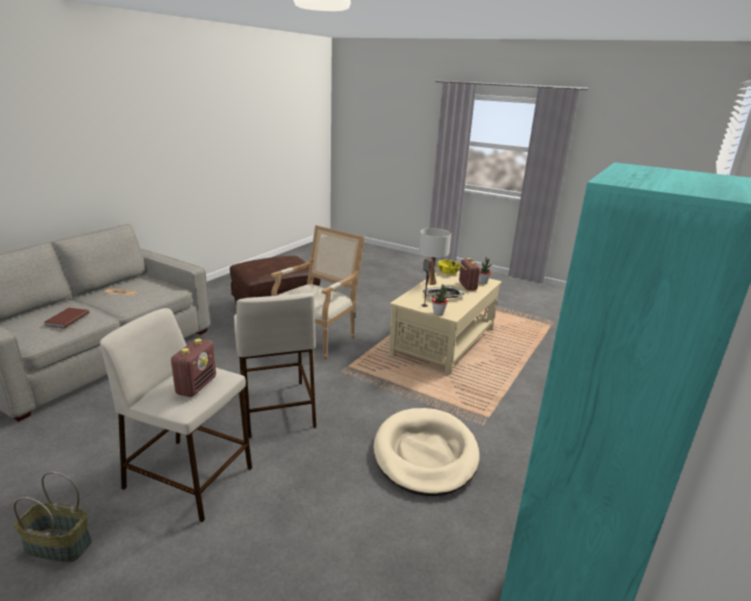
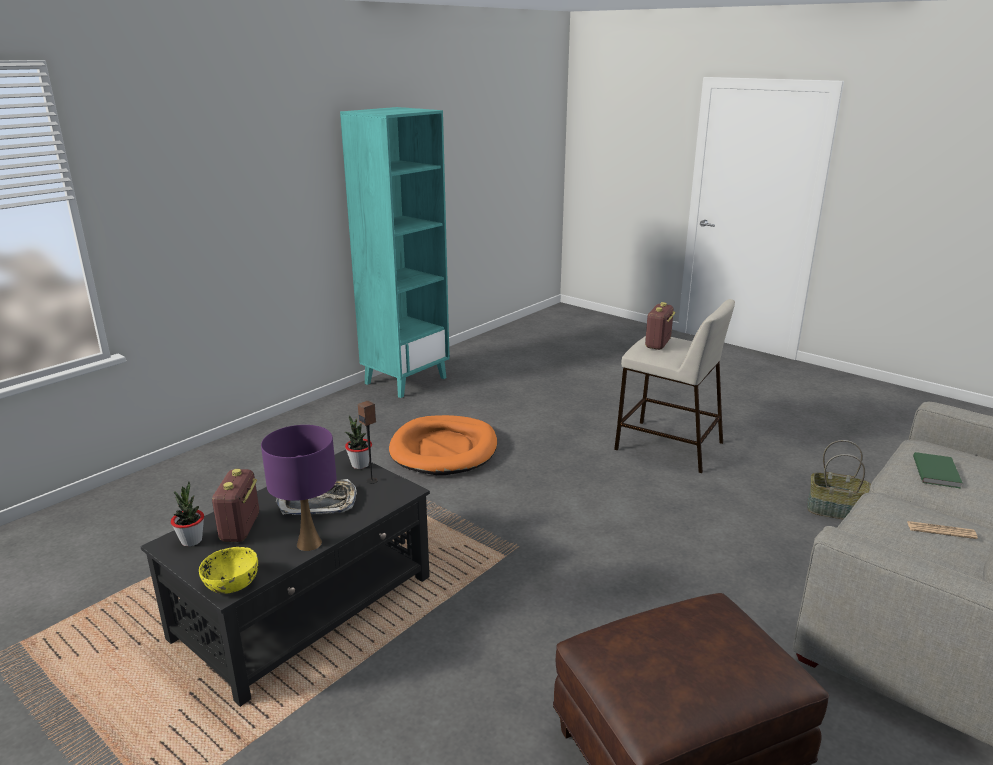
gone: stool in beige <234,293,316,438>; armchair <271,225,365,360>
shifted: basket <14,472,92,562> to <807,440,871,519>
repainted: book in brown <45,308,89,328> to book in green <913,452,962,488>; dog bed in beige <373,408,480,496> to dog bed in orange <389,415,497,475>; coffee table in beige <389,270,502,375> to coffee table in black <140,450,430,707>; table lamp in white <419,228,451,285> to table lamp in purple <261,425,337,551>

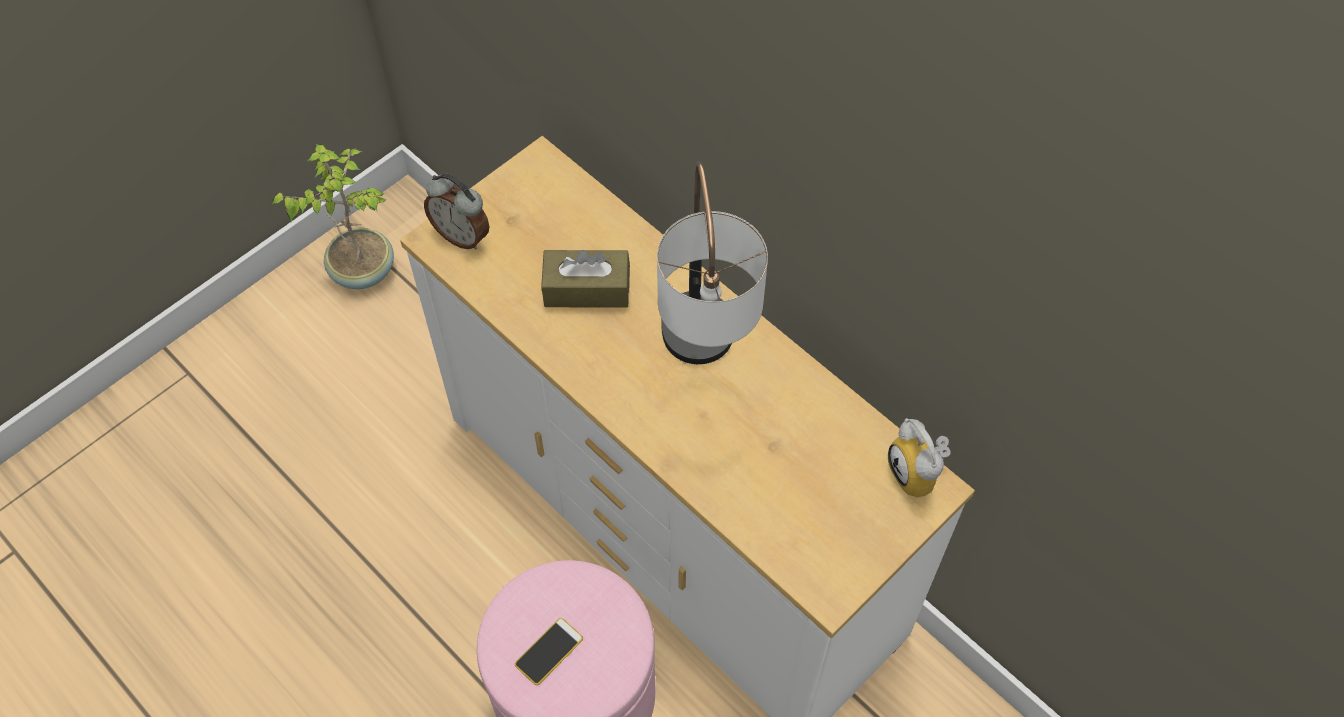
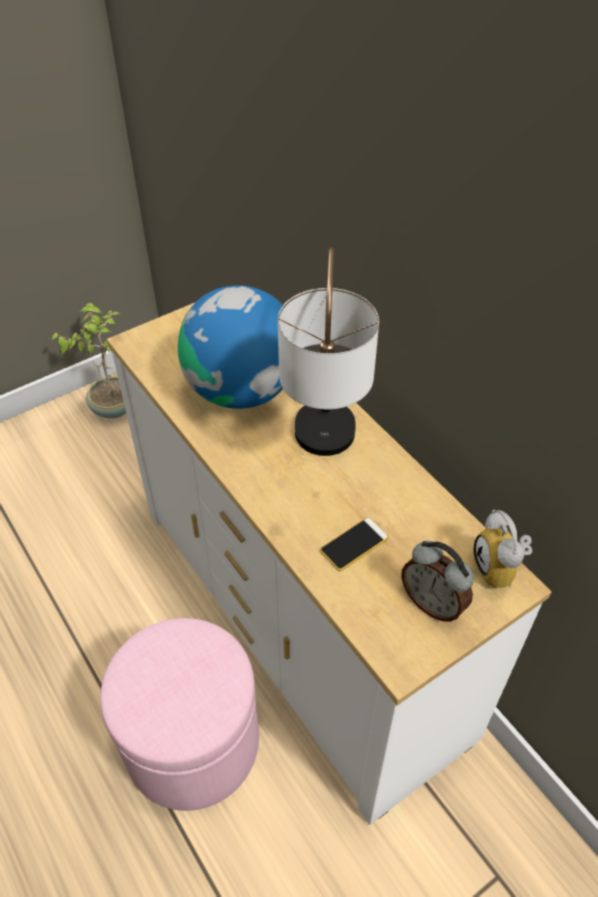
shifted: alarm clock <424,174,489,250> to <401,541,474,622>; phone <515,618,583,685> to <320,517,389,571>
swapped: tissue box in brown <541,250,630,308> to globe <178,285,283,409>

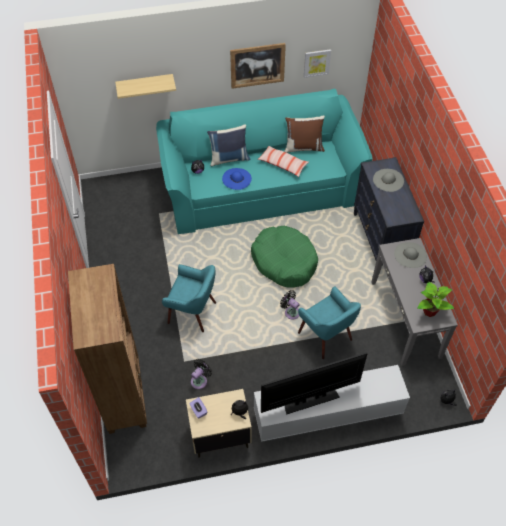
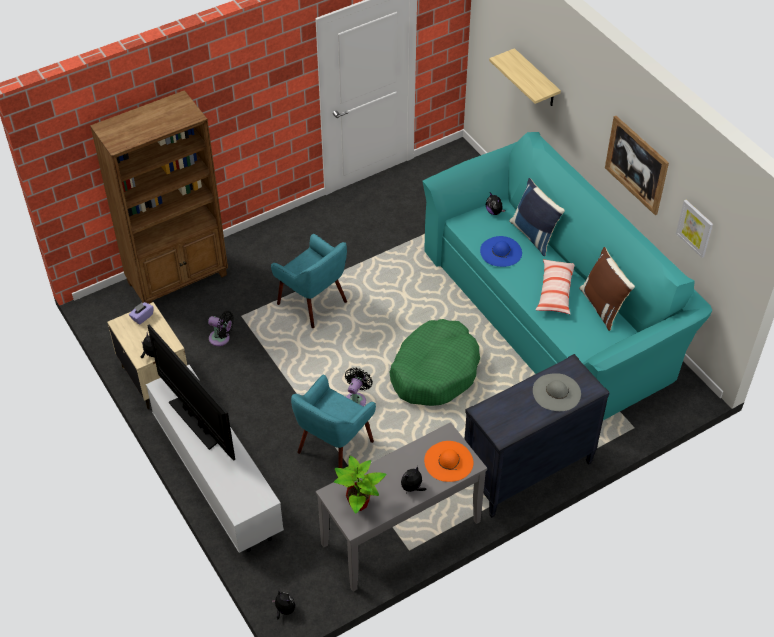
repainted: hat in grey <394,242,427,268> to hat in orange <424,441,473,482>
rotated: armchair in turquoise <162,264,216,332> = <271,234,347,328> 45 degrees counterclockwise

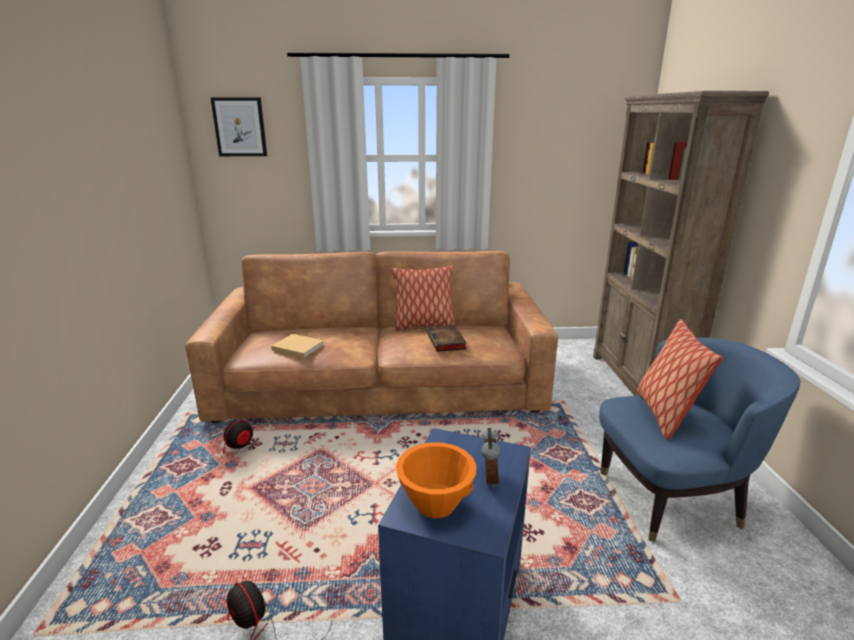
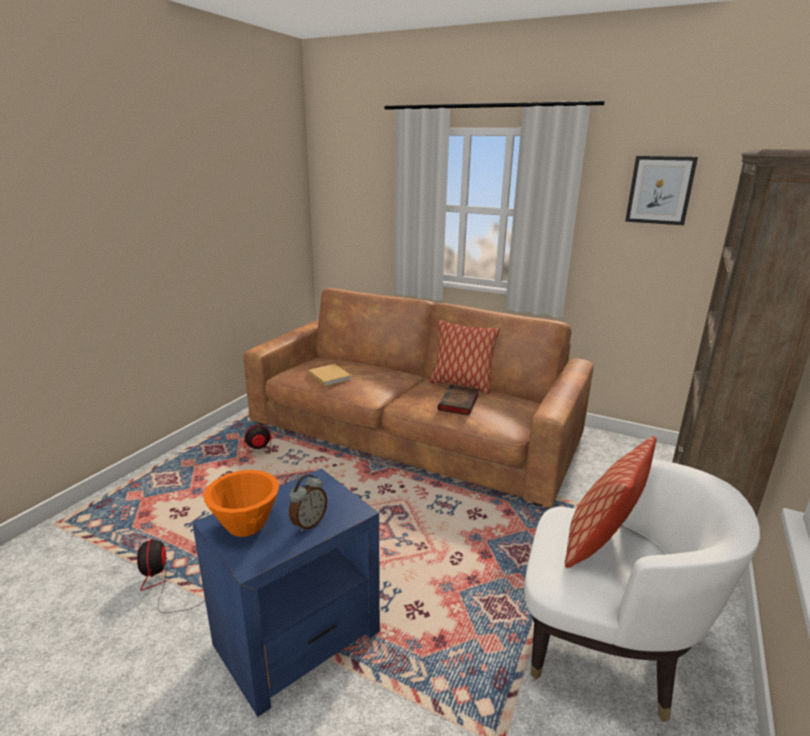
shifted: picture <211,97,267,156> to <625,156,698,225>
repainted: armchair in blue <599,337,800,542> to armchair in white <524,459,760,722>

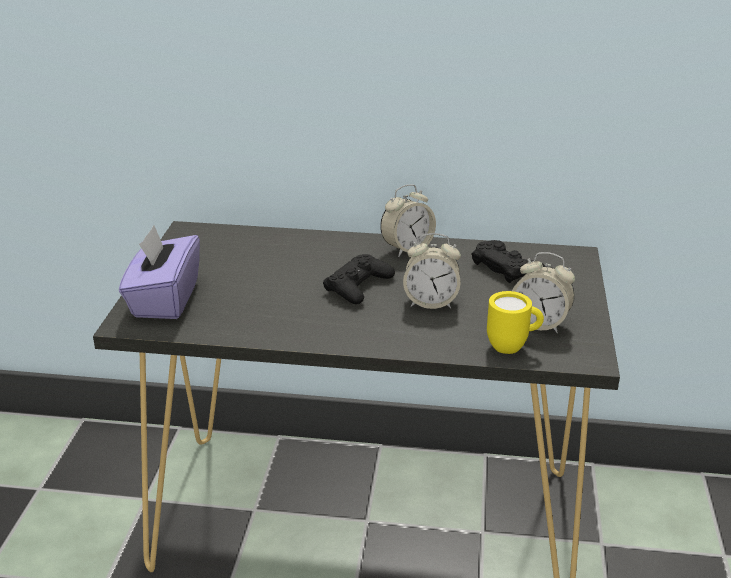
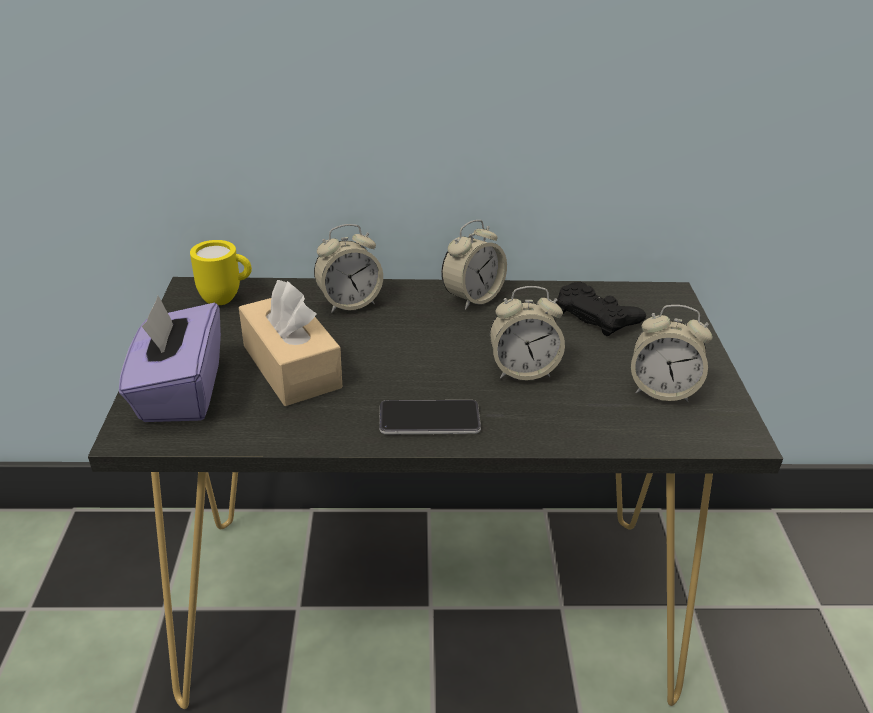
gone: game controller in black <323,254,395,304>
new: tissue box in beige <239,280,342,406>; alarm clock <314,224,383,313>; phone <379,400,481,434>
shifted: mug in yellow <487,291,544,354> to <190,240,252,305>

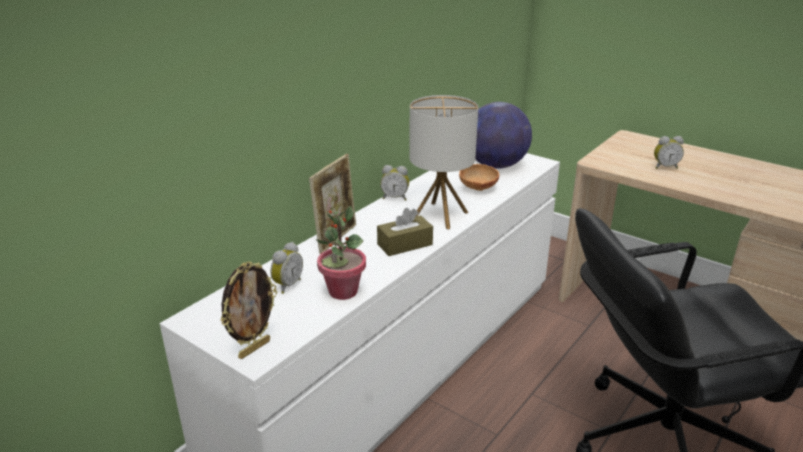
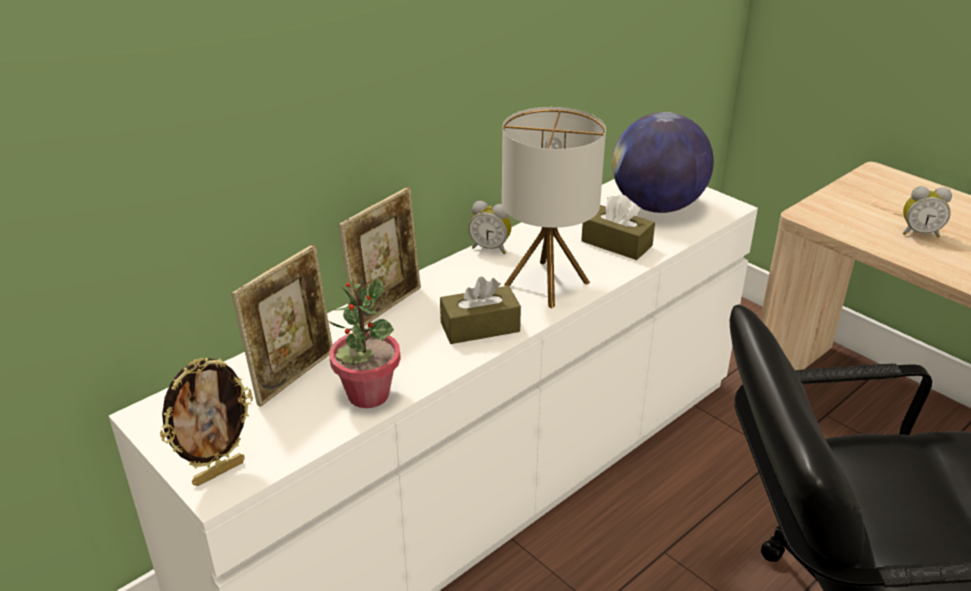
swapped: alarm clock <270,242,303,294> to picture frame <232,244,333,407>; bowl in brown <459,164,499,191> to tissue box in brown <581,194,655,260>

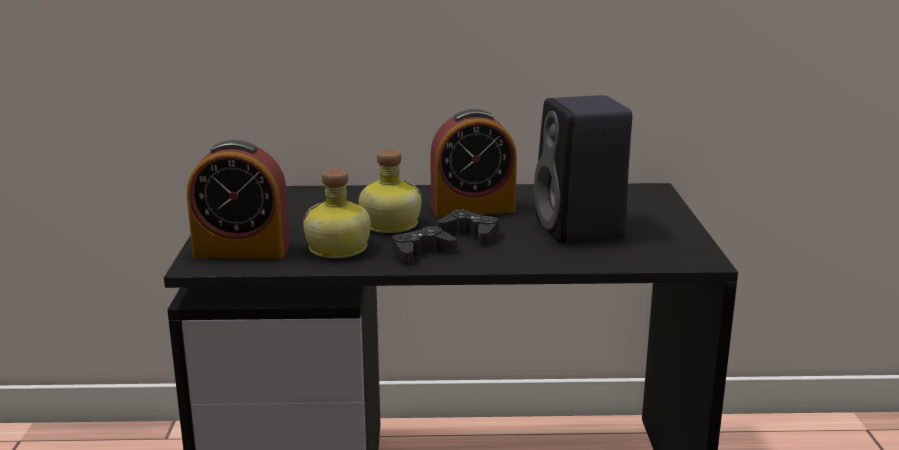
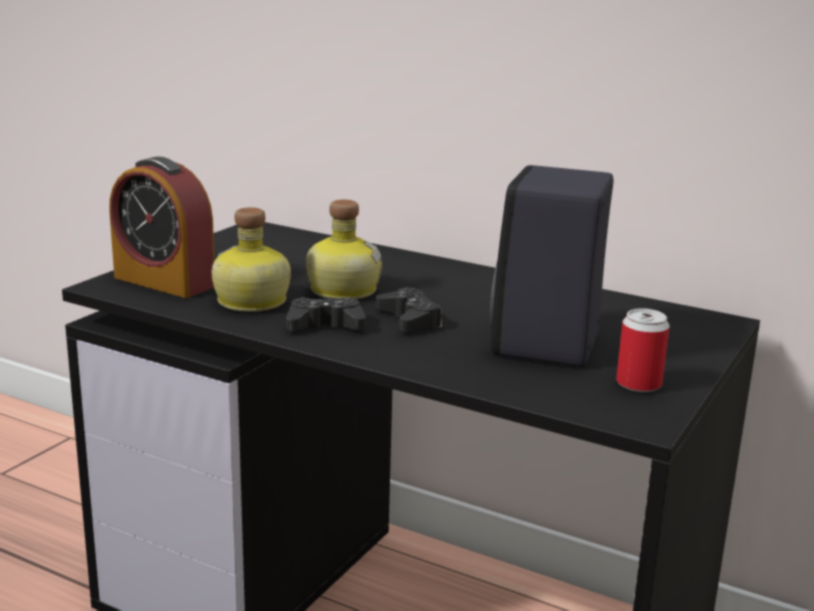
gone: alarm clock <430,109,517,217>
new: can <616,308,670,392>

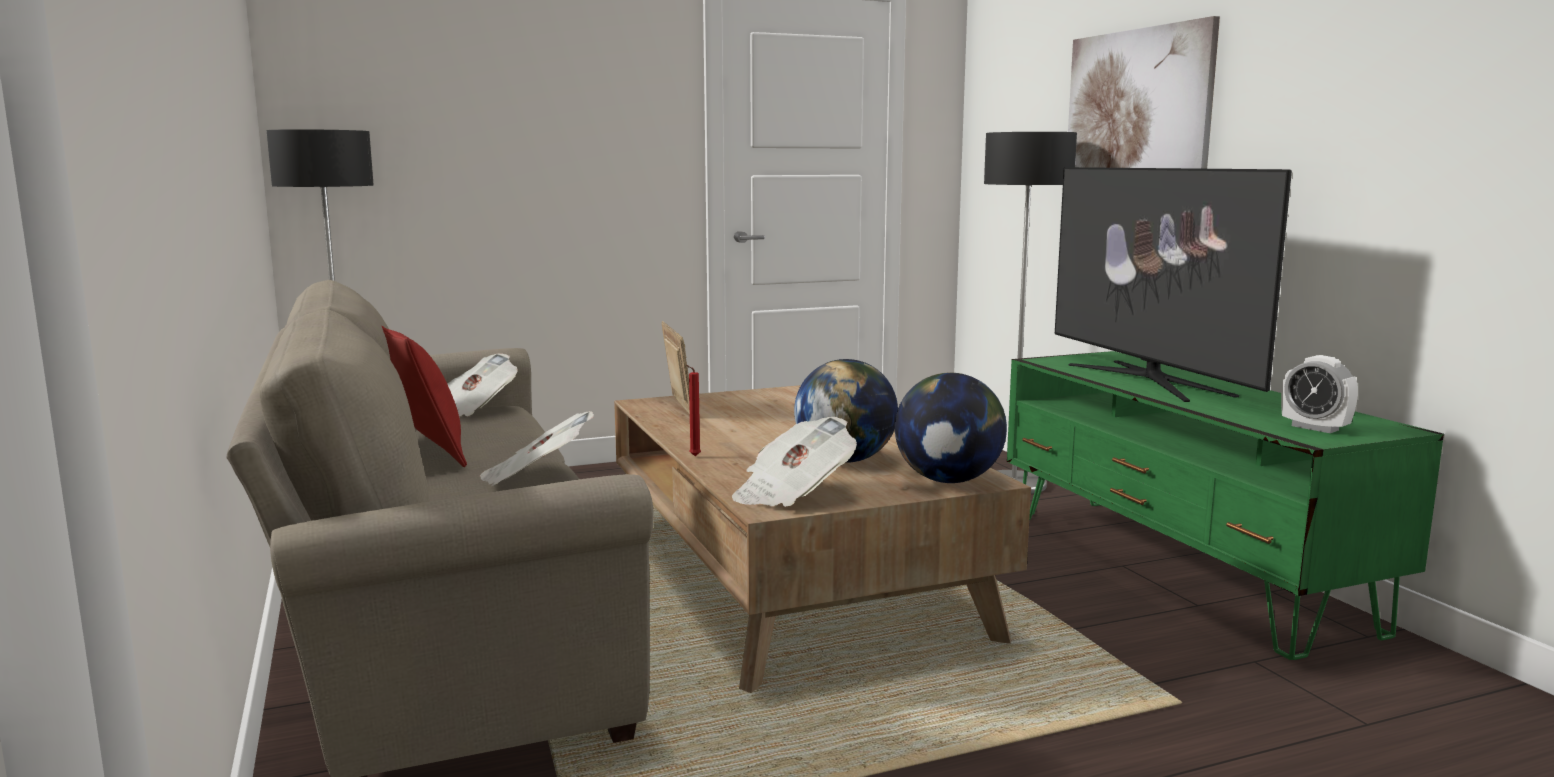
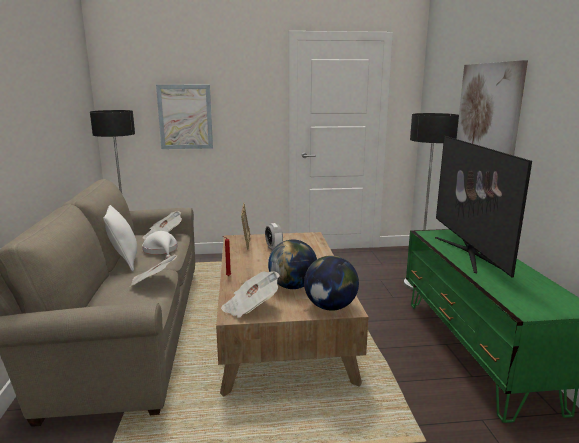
new: hat in white <142,231,178,259>; picture <156,85,213,149>
shifted: alarm clock <1281,355,1358,433> to <265,223,283,251>
repainted: pillow in red <382,326,467,467> to pillow in white <103,205,137,272>

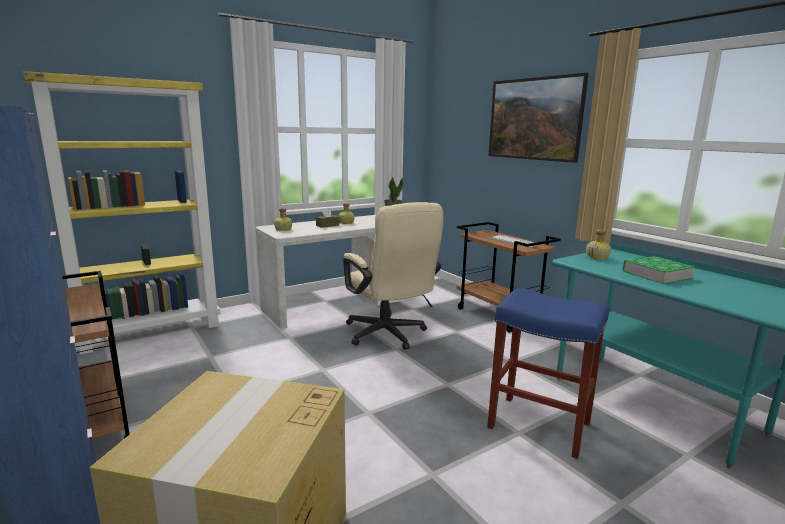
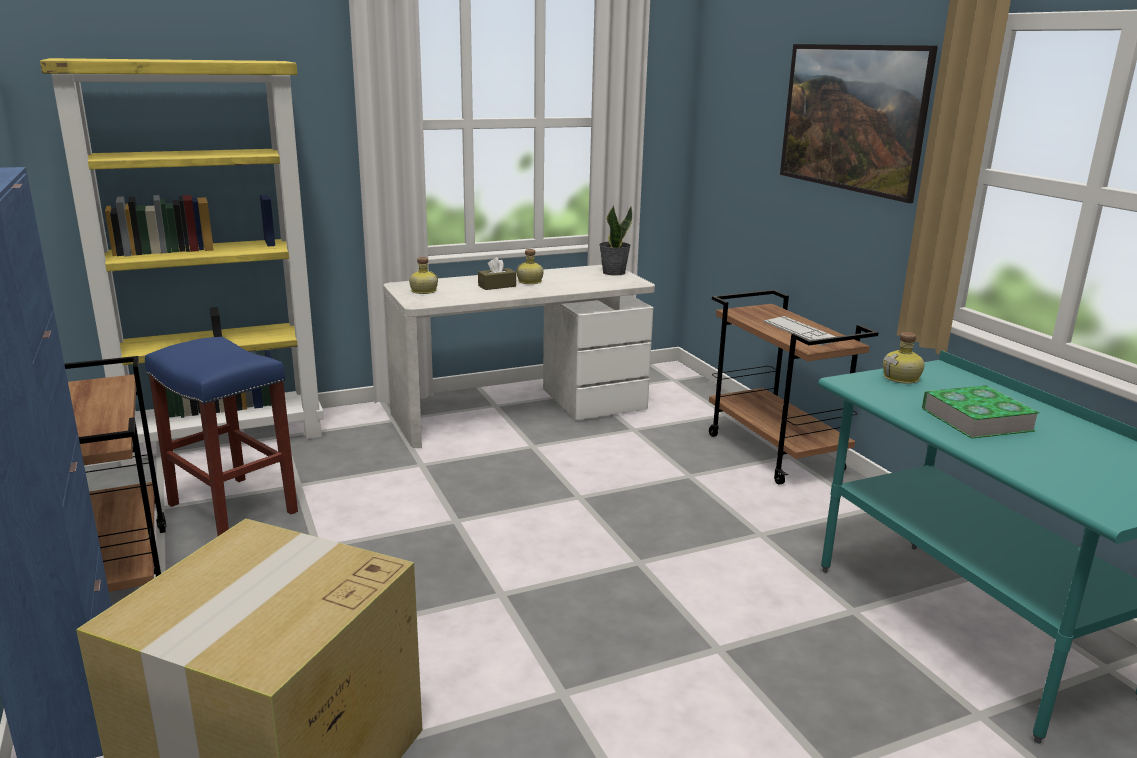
gone: office chair in beige <343,202,443,350>
shifted: stool in blue <487,288,609,459> to <145,337,298,536>

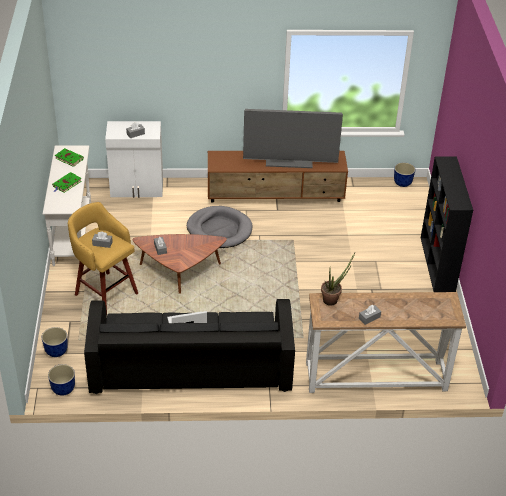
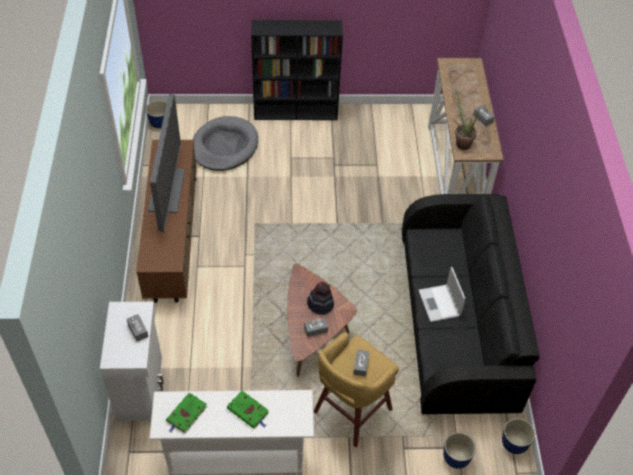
new: hat <307,282,334,315>
shifted: dog bed in grey <187,206,253,248> to <193,116,258,171>

